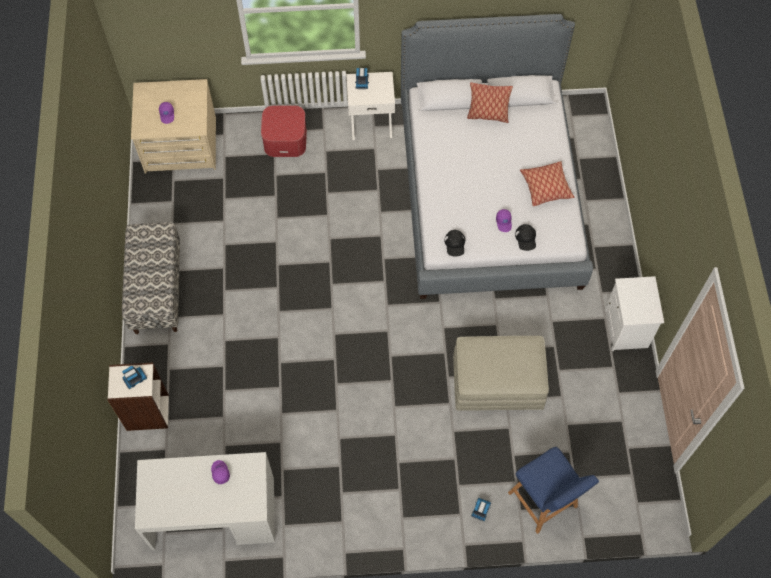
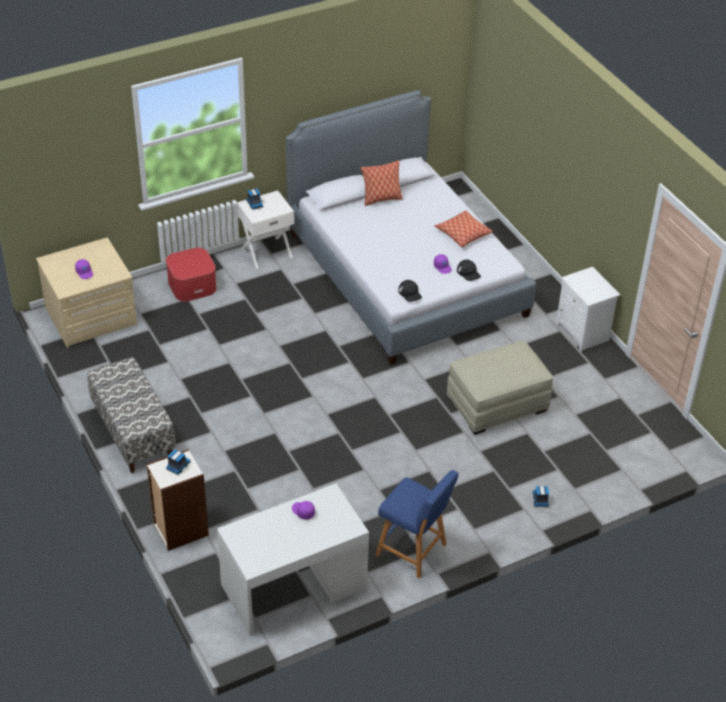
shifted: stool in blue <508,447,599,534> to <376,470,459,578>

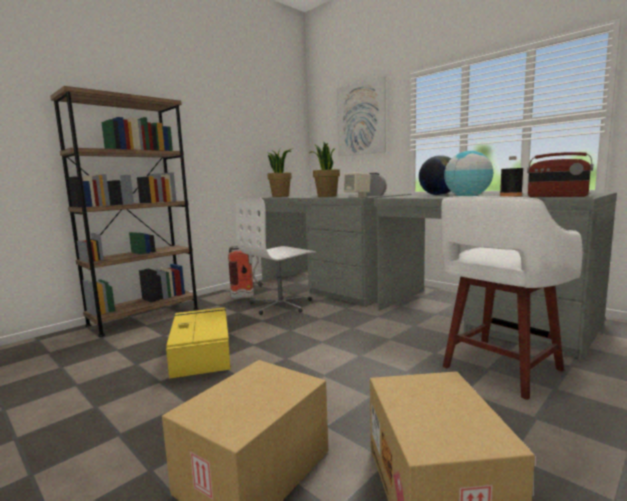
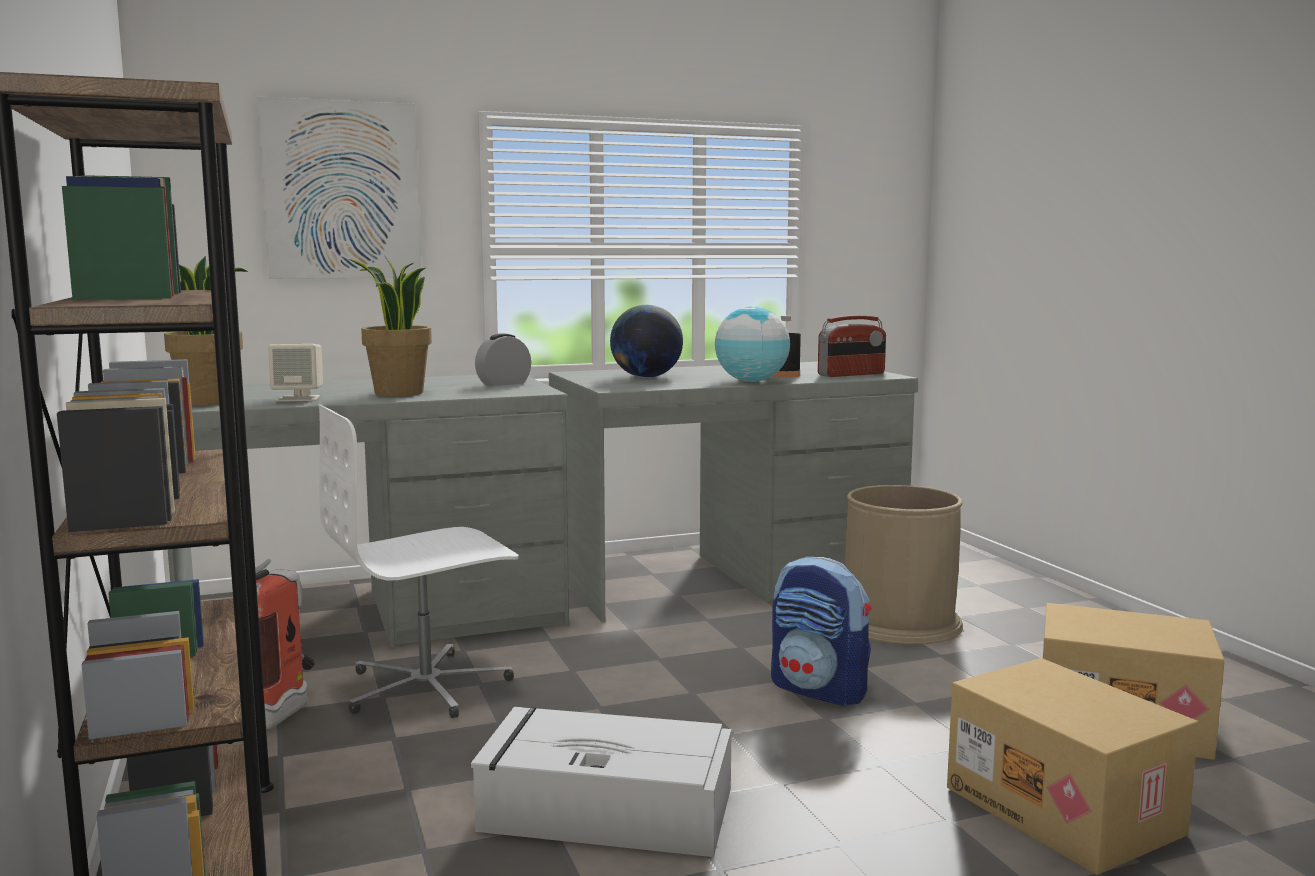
new: backpack <771,557,871,706>
shifted: speaker in beige <344,172,371,198> to <268,344,323,402>
swapped: stool in white <441,196,582,400> to trash can in brown <845,485,963,645>
repainted: storage box in yellow <166,307,231,379> to storage box in grey <471,707,732,857>
rotated: office chair in white <236,197,316,315> = <318,404,519,718> 75 degrees clockwise

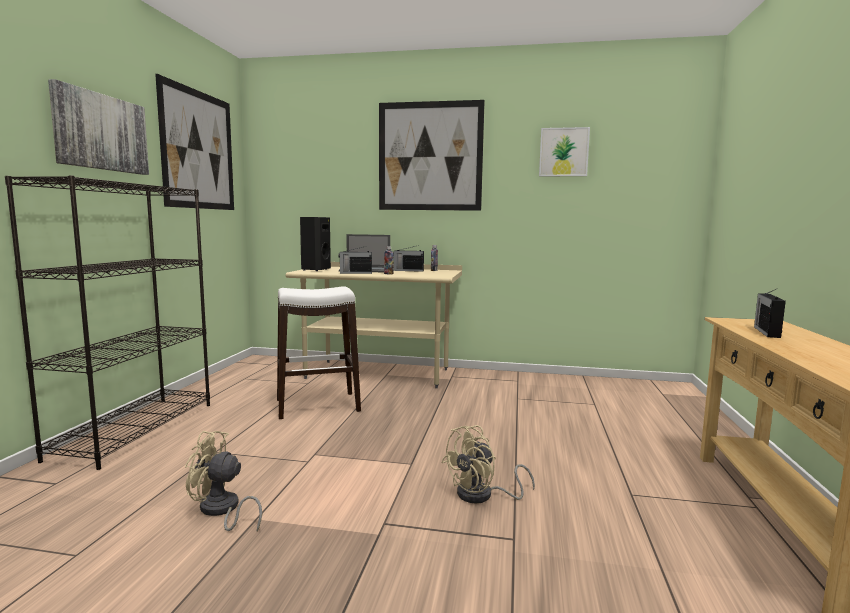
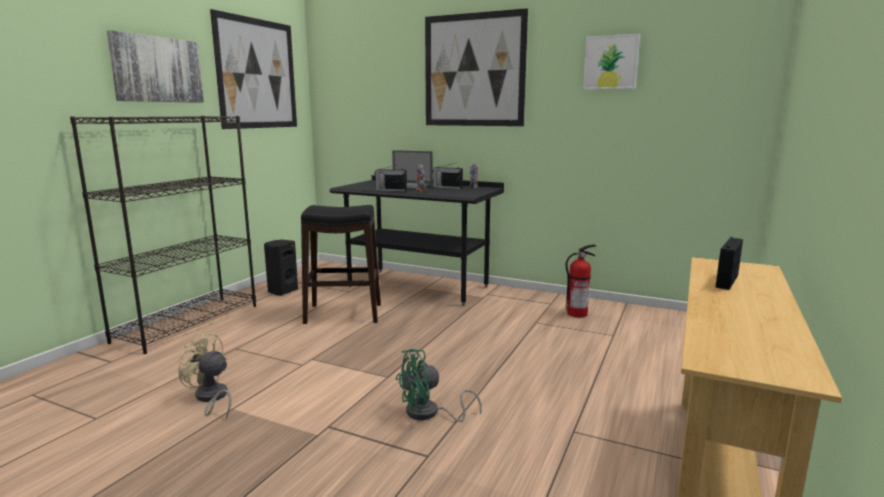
new: fire extinguisher <566,244,596,318>
shifted: speaker in black <300,217,331,271> to <264,240,298,296>
repainted: stool in white <277,286,361,419> to stool in black <301,205,381,324>; desk in beige <286,262,462,388> to desk in black <330,175,504,306>; fan in beige <441,425,535,504> to fan in green <395,349,482,422>

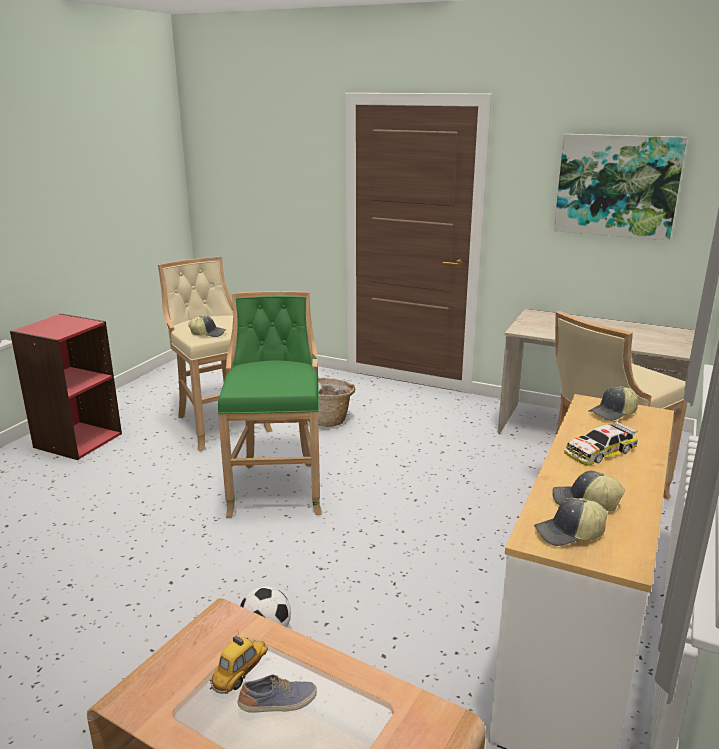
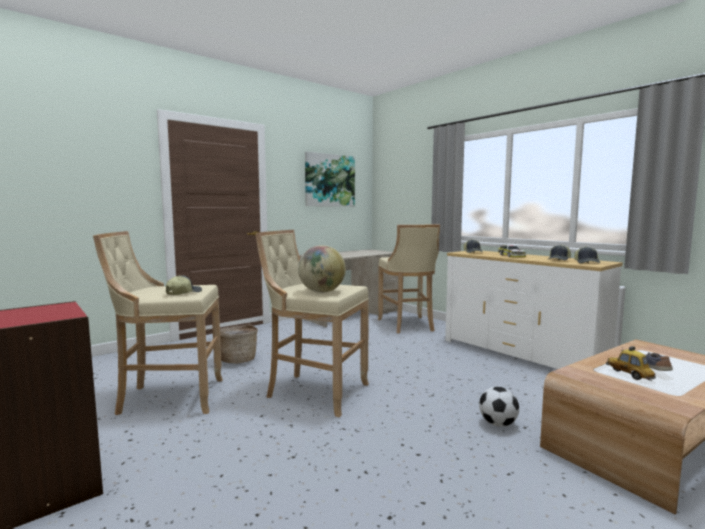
new: globe <298,245,346,293>
repainted: stool in green <218,291,322,518> to stool in beige <255,230,369,417>

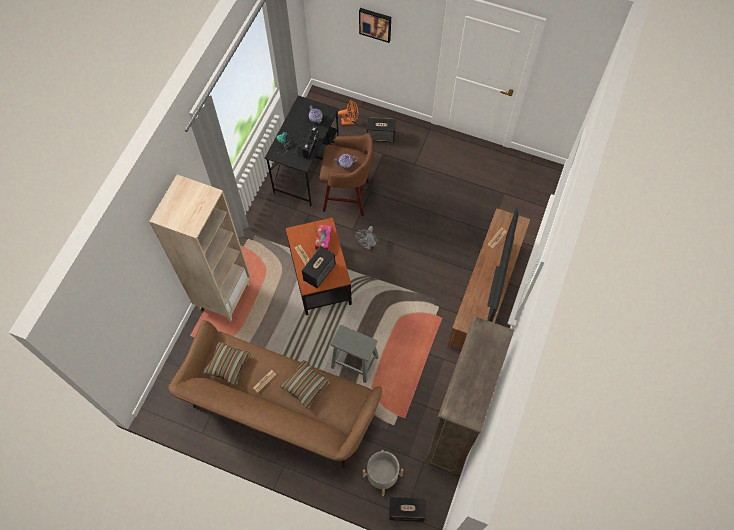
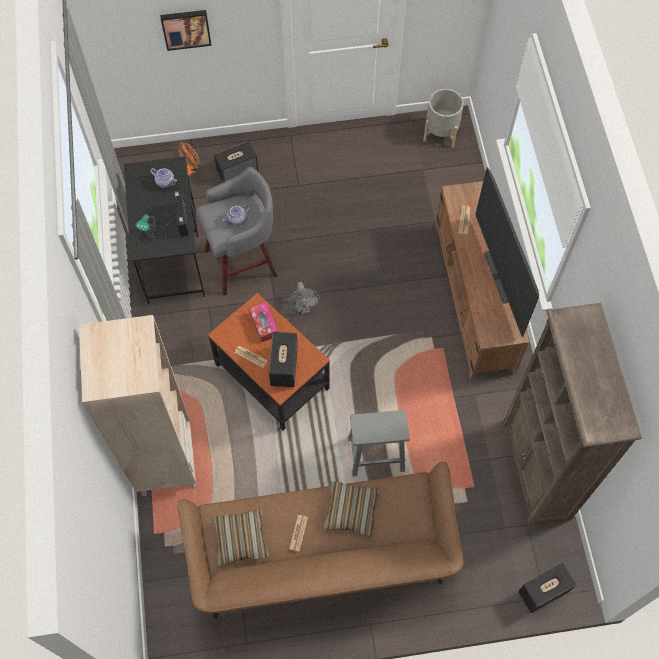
shifted: planter in grey <363,450,403,496> to <423,89,464,147>
repainted: stool in brown <320,133,373,216> to stool in grey <196,167,277,296>

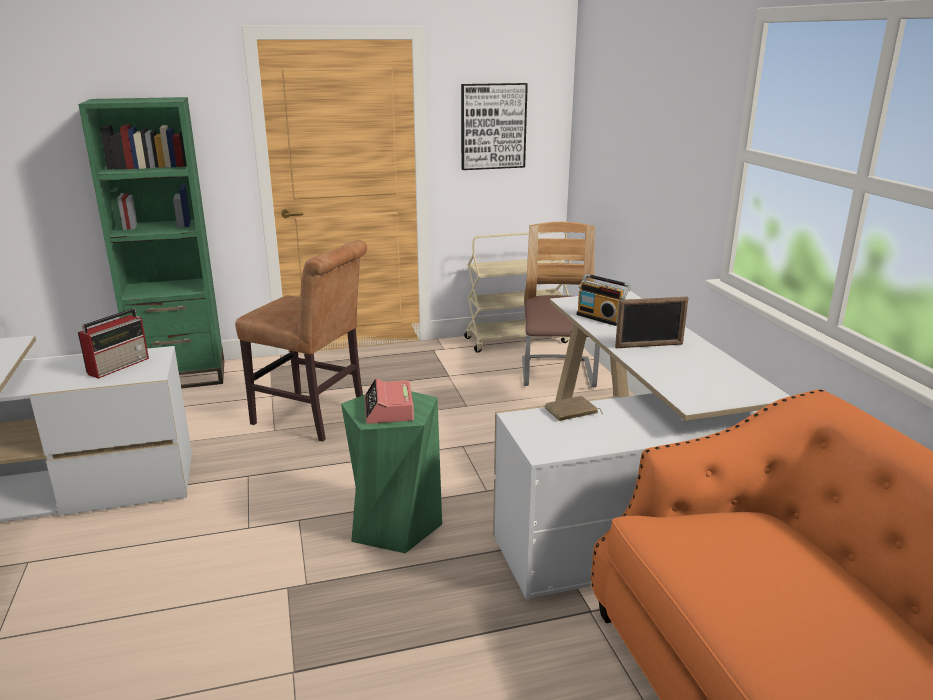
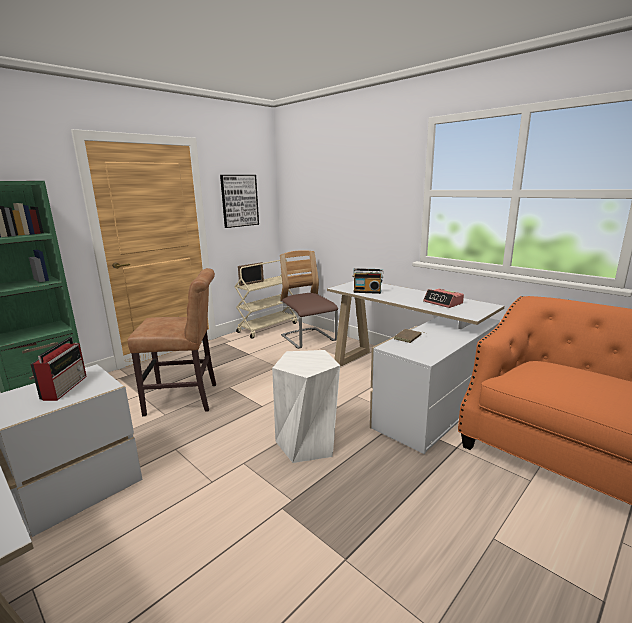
shifted: alarm clock <365,378,414,424> to <423,288,464,308>; picture frame <615,297,689,348> to <238,262,264,286>
repainted: stool in green <341,391,442,554> to stool in white <272,350,340,463>

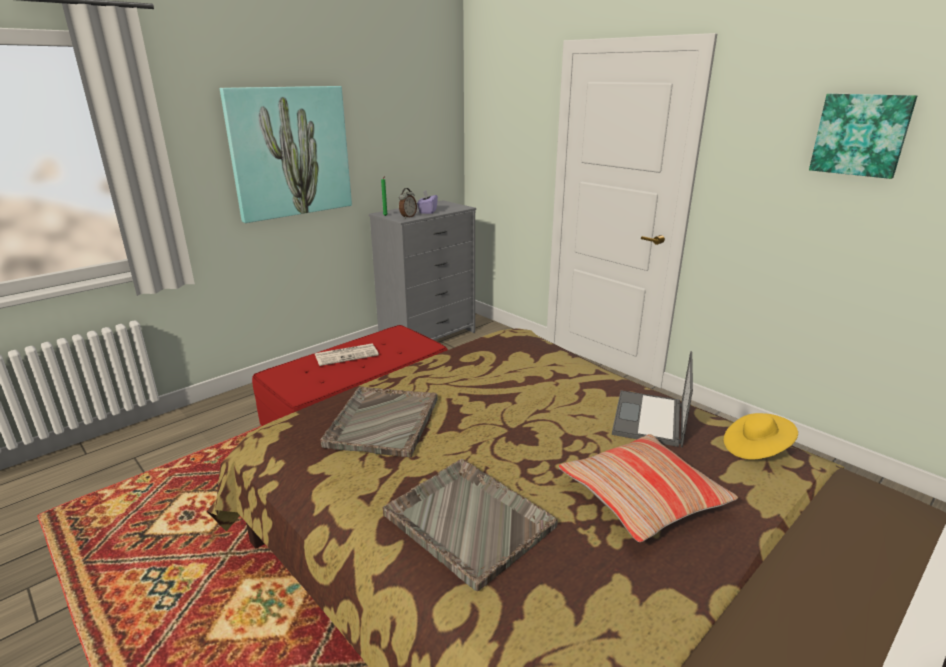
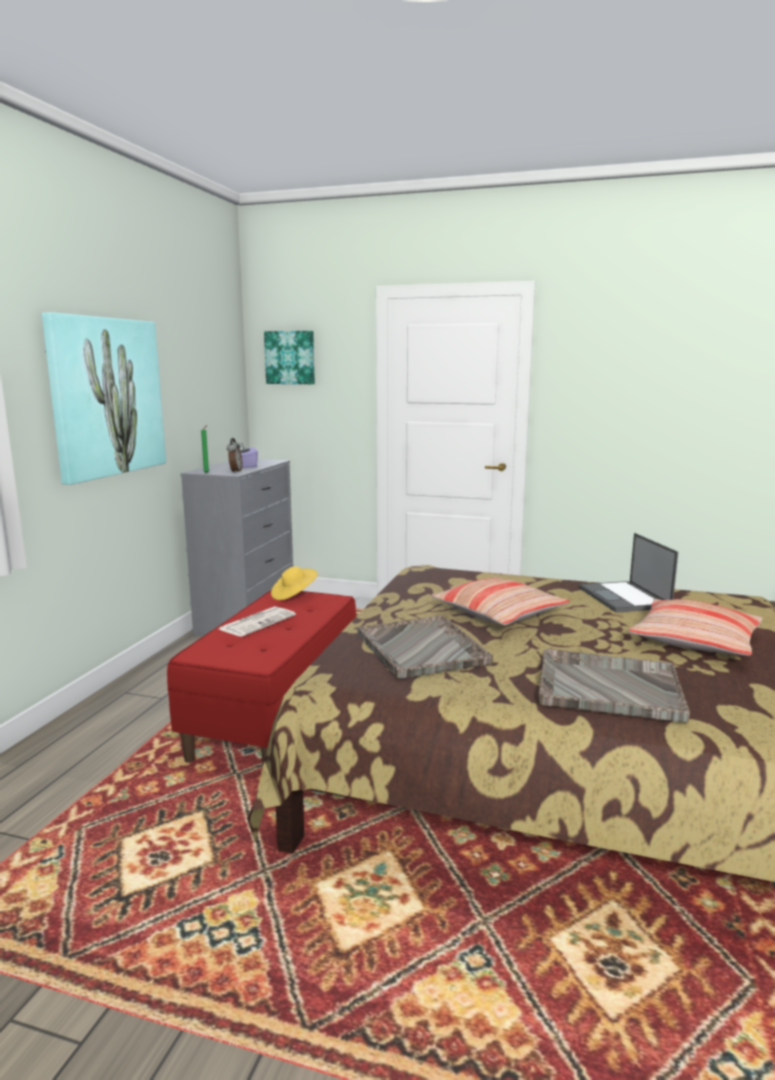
new: pillow <431,577,570,625>
shifted: hat in yellow <724,413,798,460> to <271,566,318,600>; picture <809,94,917,179> to <264,331,315,384>

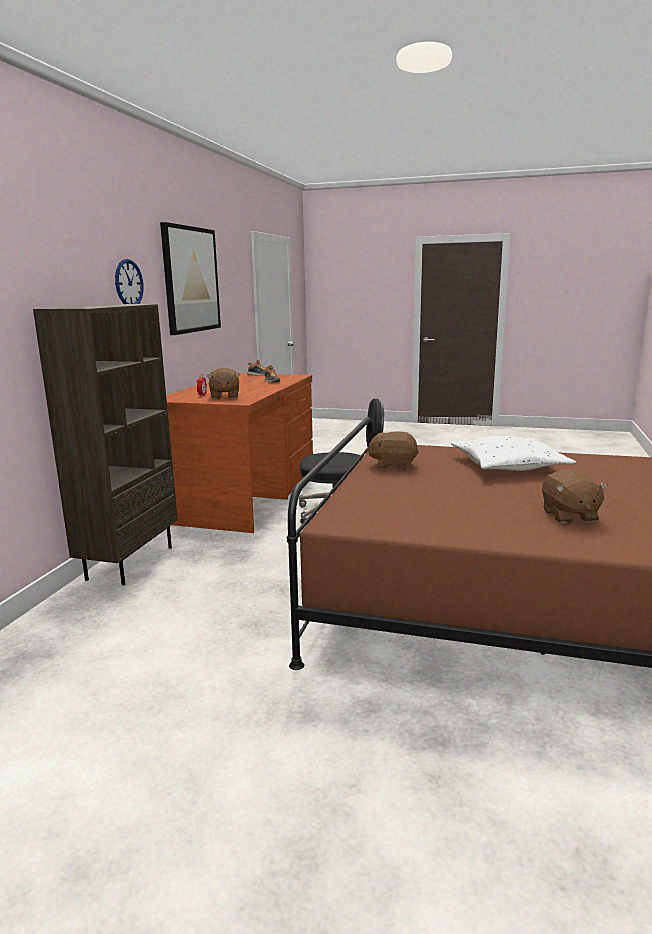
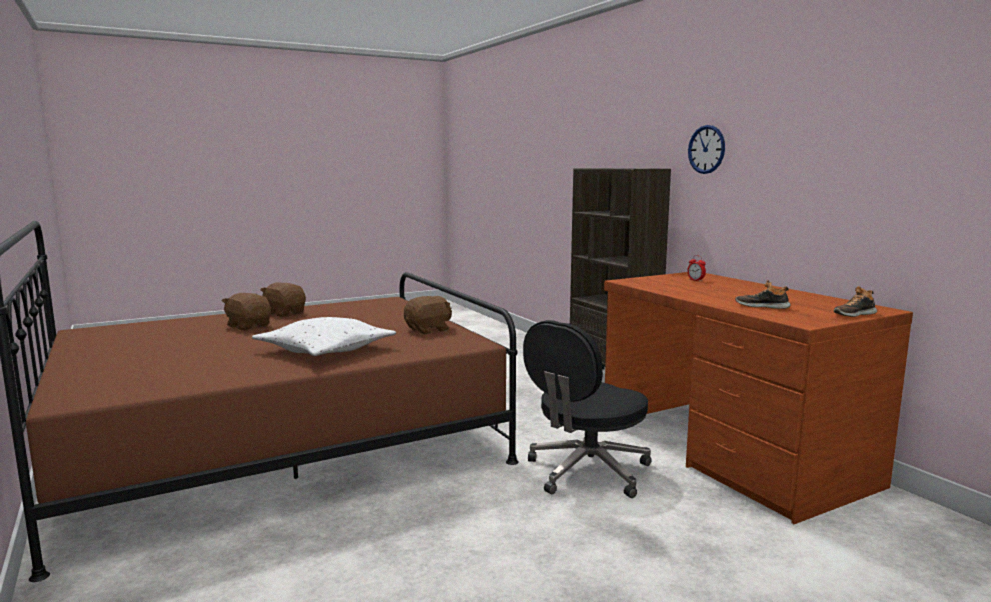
gone: picture <160,222,221,335>
shifted: plush toy in brown <206,367,240,399> to <260,283,306,317>

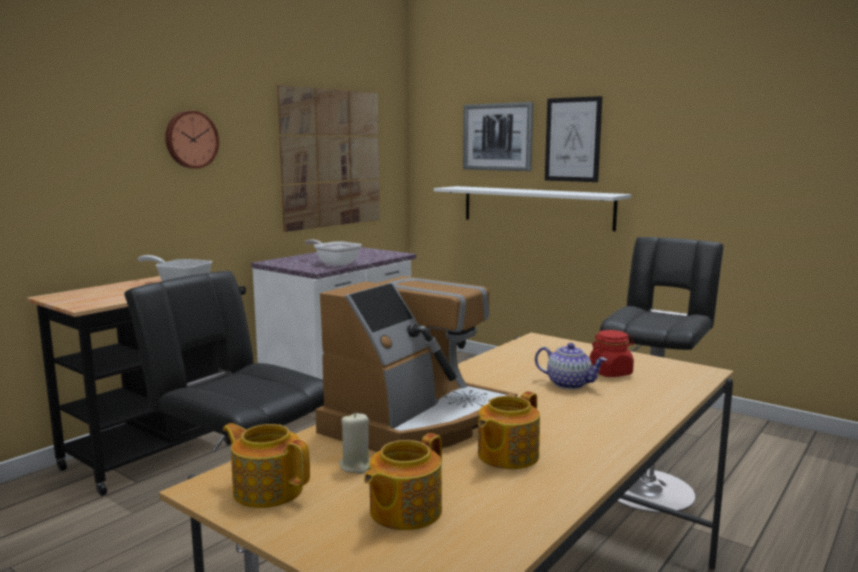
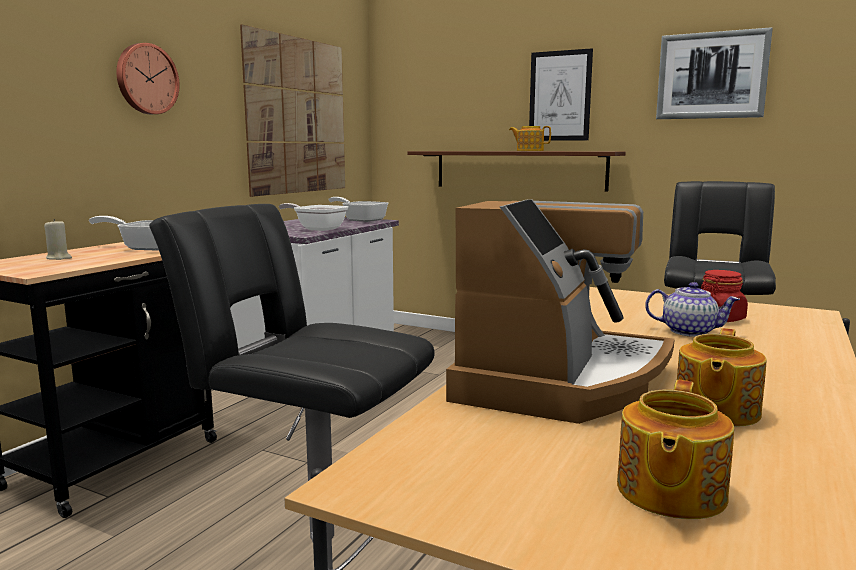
new: frying pan <328,197,388,222>
shifted: teapot <223,423,310,508> to <509,126,551,151>; candle in beige <339,412,370,474> to <44,219,72,260>; picture <463,102,533,171> to <656,27,773,119>
repainted: shelf in white <434,186,632,231> to shelf in brown <407,151,626,191>

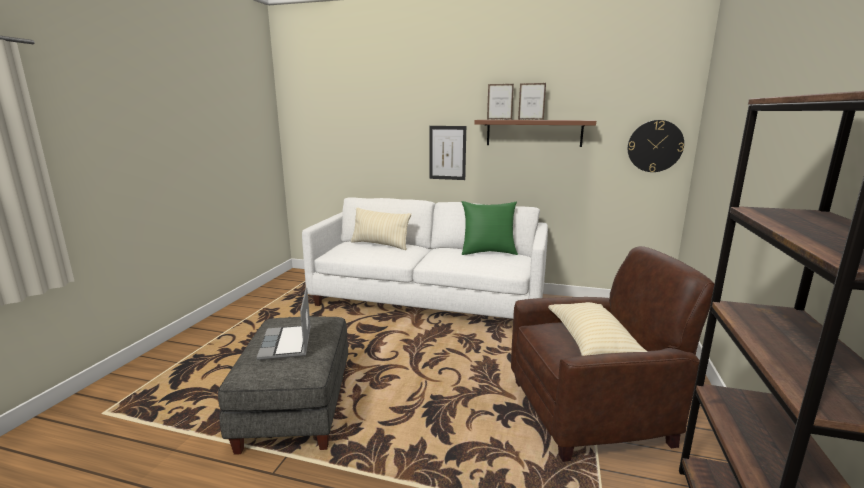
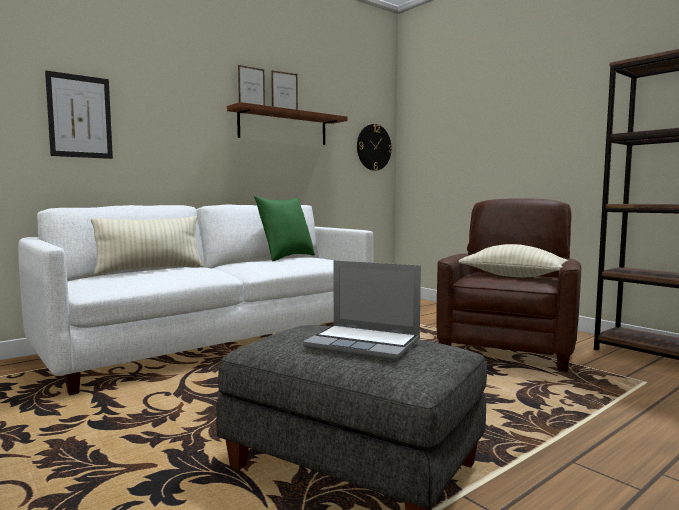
shifted: picture <429,126,466,180> to <45,70,113,159>

